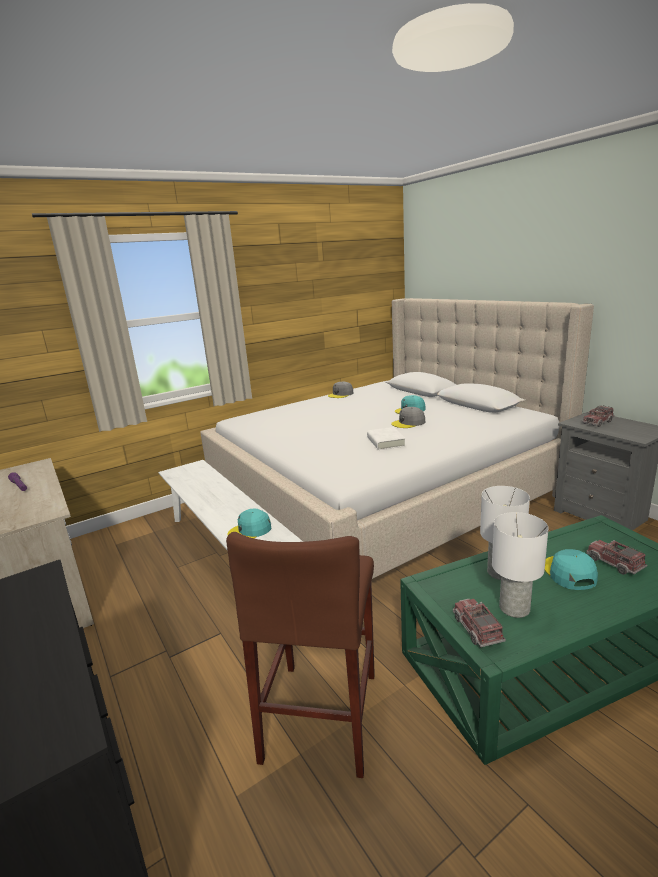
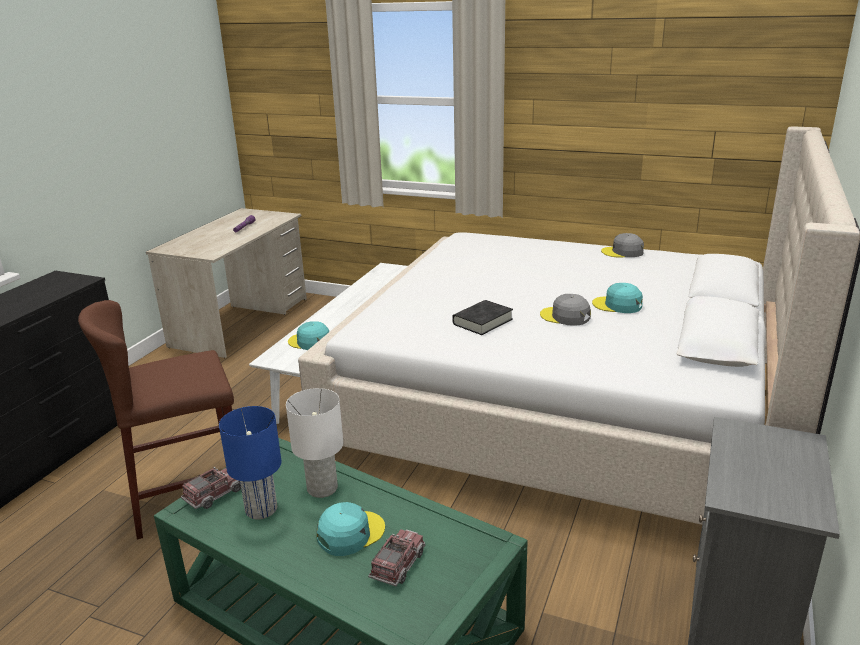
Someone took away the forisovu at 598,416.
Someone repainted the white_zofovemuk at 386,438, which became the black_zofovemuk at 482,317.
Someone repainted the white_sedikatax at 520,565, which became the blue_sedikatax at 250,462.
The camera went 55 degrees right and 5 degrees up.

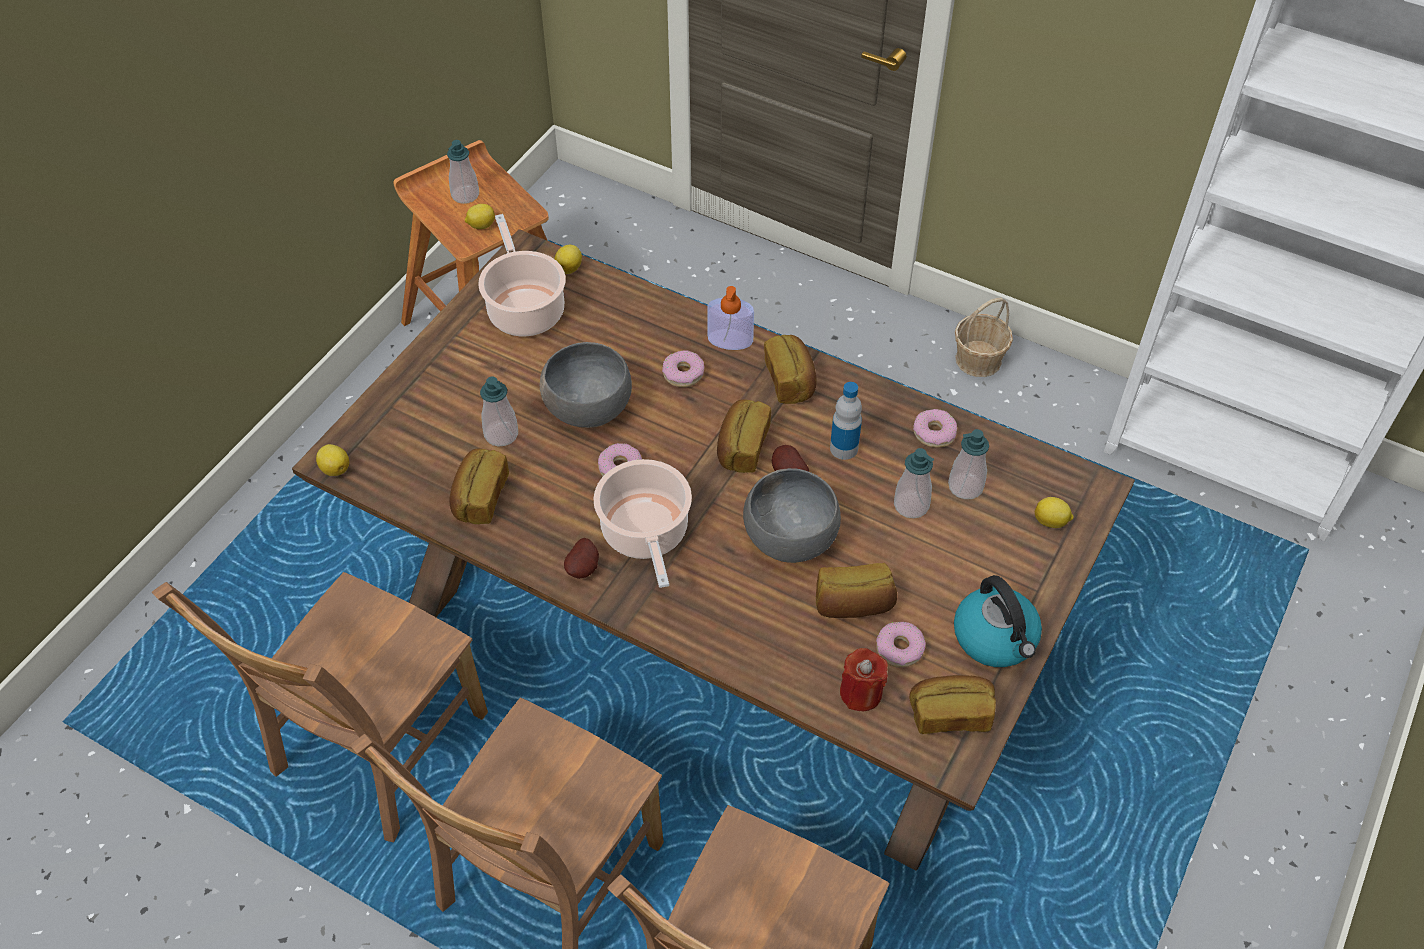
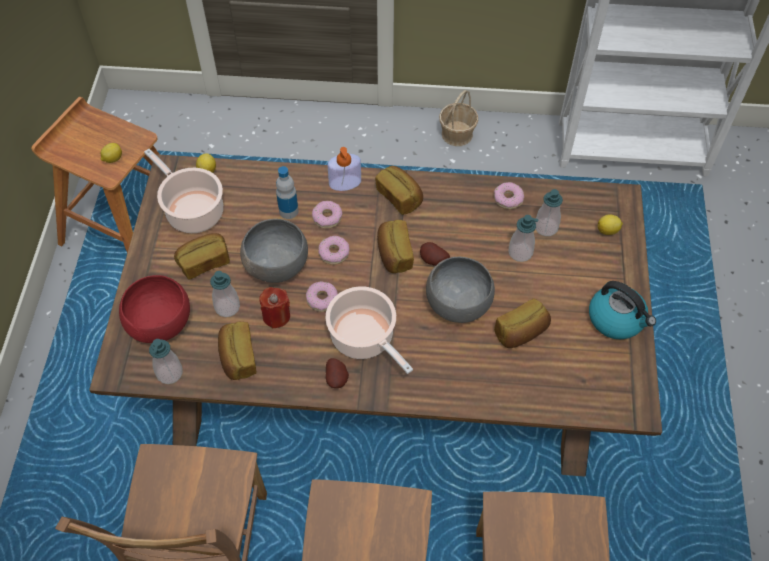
Someone took away the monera at 332,460.
Someone put down the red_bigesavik at 154,309.
Someone carried the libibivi from 463,172 to 166,361.
Someone carried the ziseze from 846,421 to 287,192.
Someone carried the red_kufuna from 864,679 to 274,308.
Someone carried the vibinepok from 901,645 to 333,250.
Someone carried the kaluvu from 952,704 to 202,256.
The camera went 25 degrees left and 5 degrees up.

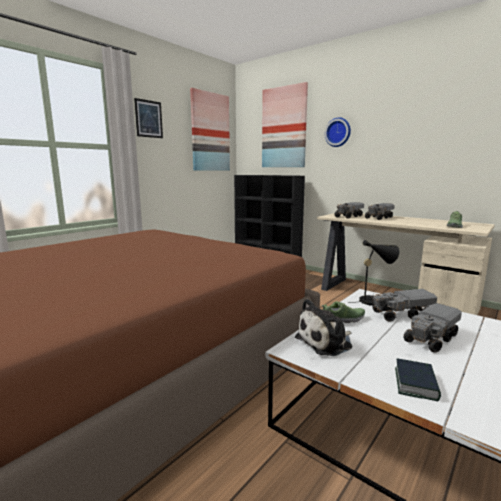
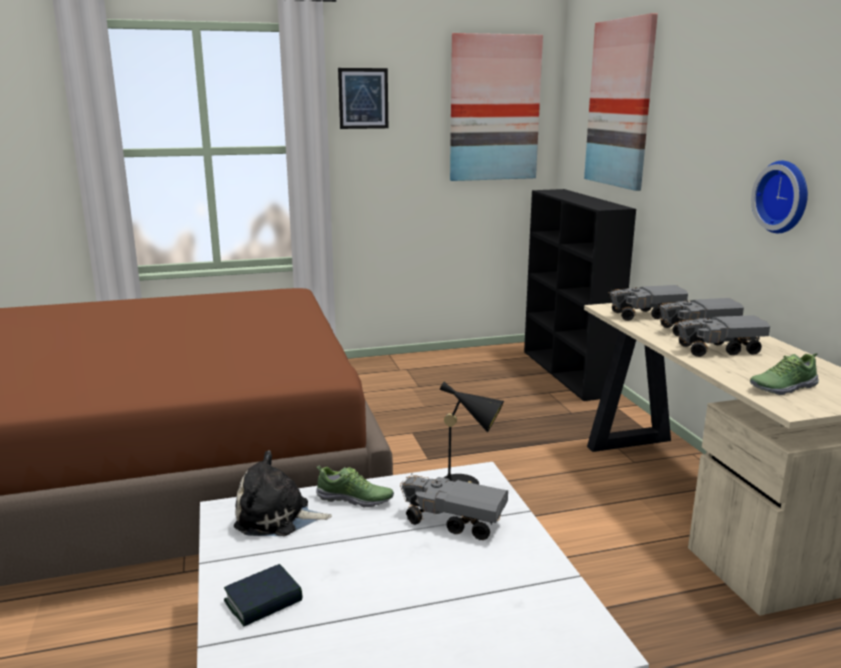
Someone carried the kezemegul from 338,132 to 779,197.
Someone carried the forisovu from 432,328 to 723,336.
The camera went 35 degrees right and 5 degrees up.

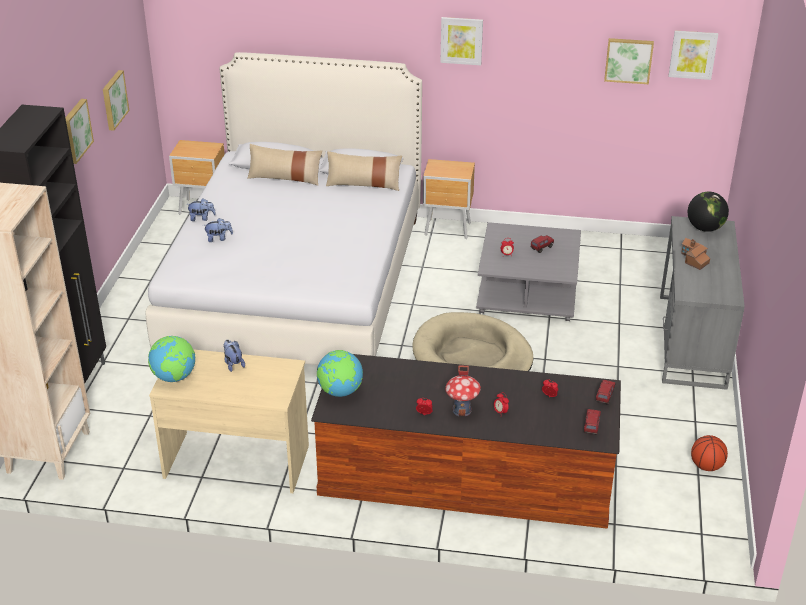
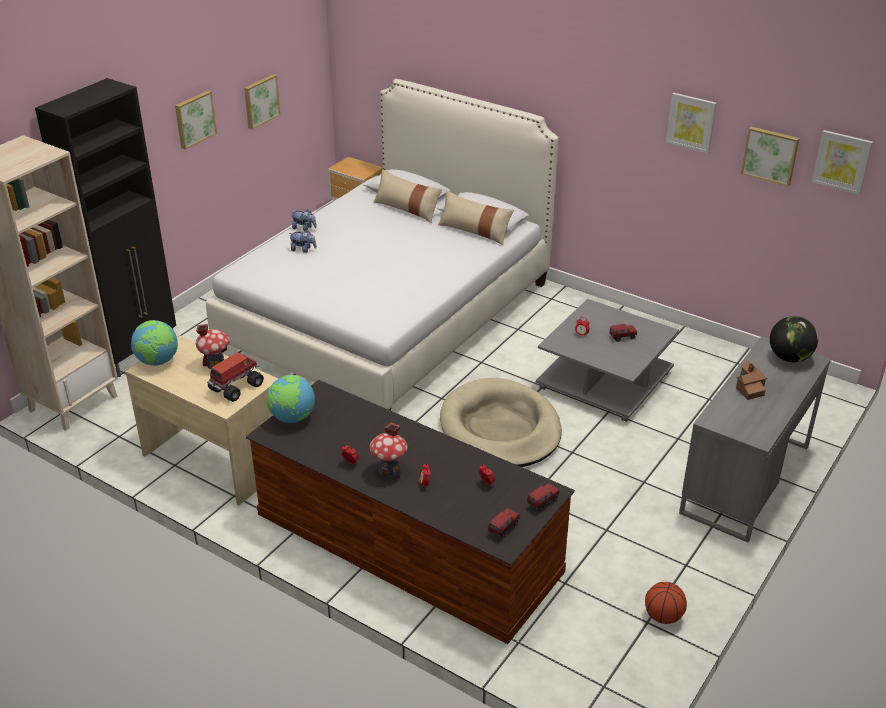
Someone took away the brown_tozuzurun at 449,199.
Someone put down the forisovu at 235,377.
Someone carried the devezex from 461,41 to 691,123.
Someone swapped the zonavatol at 234,356 for the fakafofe at 213,346.
The camera went 25 degrees right and 0 degrees up.

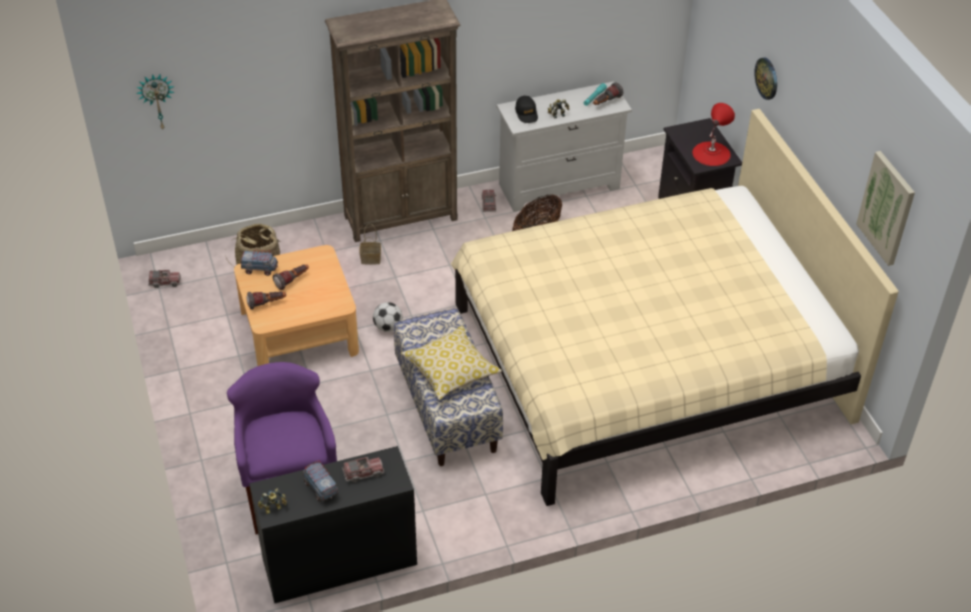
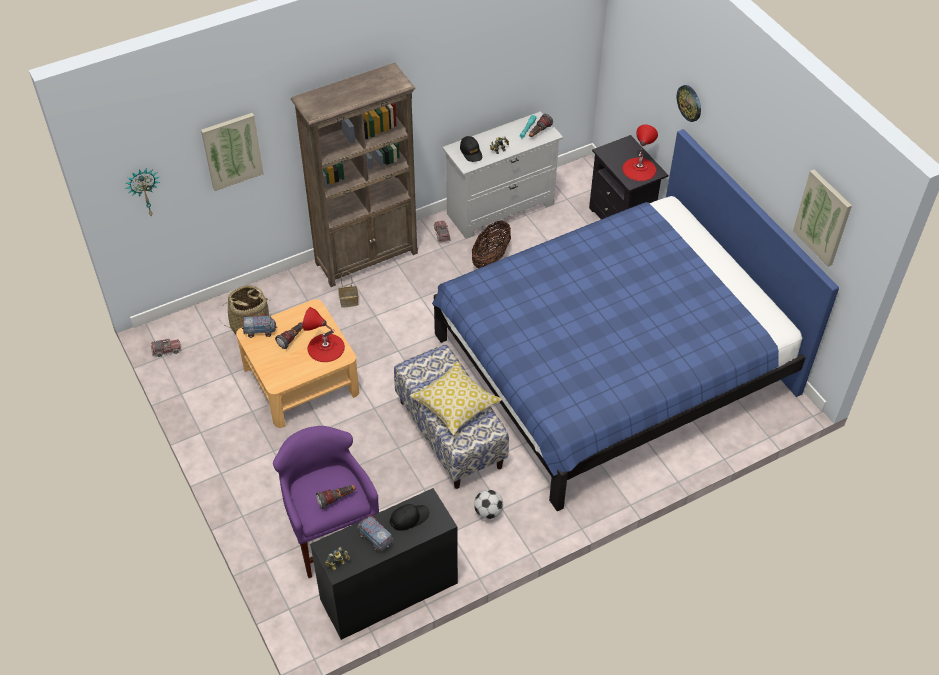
Someone put up the devezex at 232,152.
Someone put down the red_sedikatax at 324,334.
Someone carried the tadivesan from 266,300 to 336,497.
Someone carried the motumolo from 388,317 to 488,504.
Someone swapped the forisovu at 363,470 for the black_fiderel at 409,517.
Someone repainted the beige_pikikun at 675,307, which became the blue_pikikun at 635,320.
The camera went 10 degrees left and 5 degrees up.

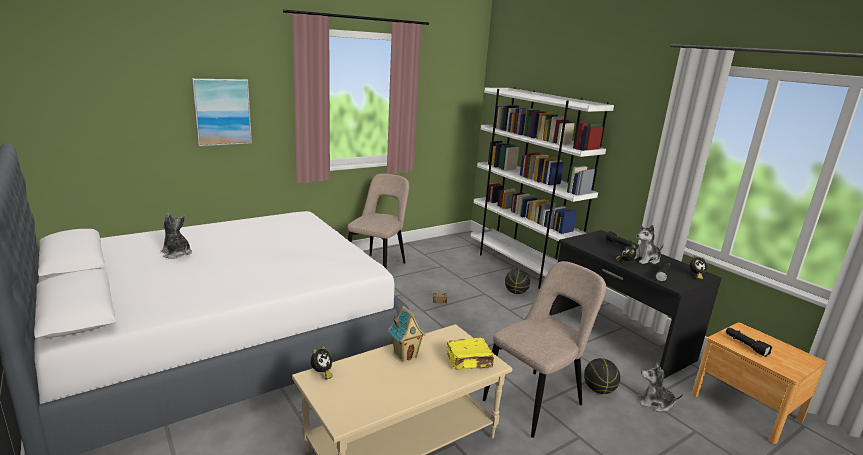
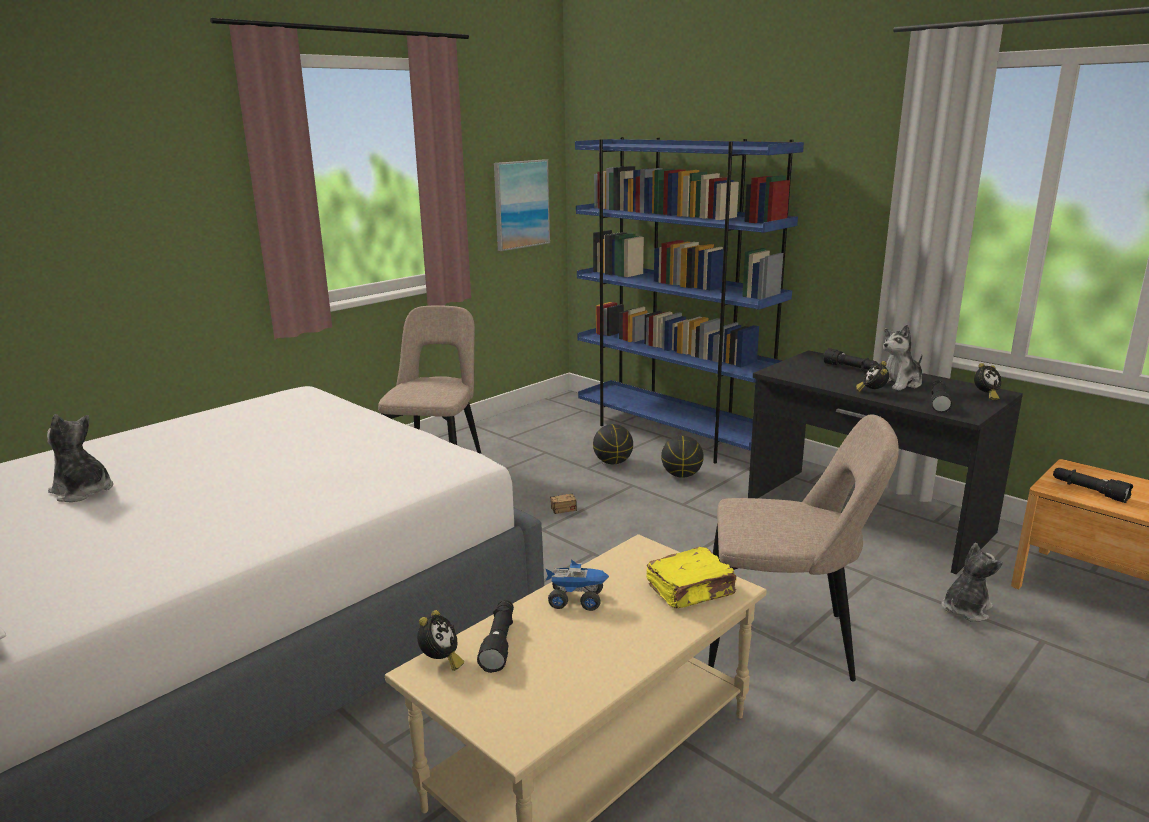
Someone put down the black_tadivesan at 495,636.
Someone carried the devezex from 222,112 to 522,205.
Someone carried the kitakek from 602,376 to 613,444.
Someone swapped the fakafofe at 406,334 for the forisovu at 577,585.
Someone repainted the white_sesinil at 542,188, which became the blue_sesinil at 689,300.
Someone rotated the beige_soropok at 544,349 by 60 degrees clockwise.
Someone rotated the zonavatol at 660,387 by 135 degrees clockwise.
The camera went 10 degrees left and 0 degrees up.

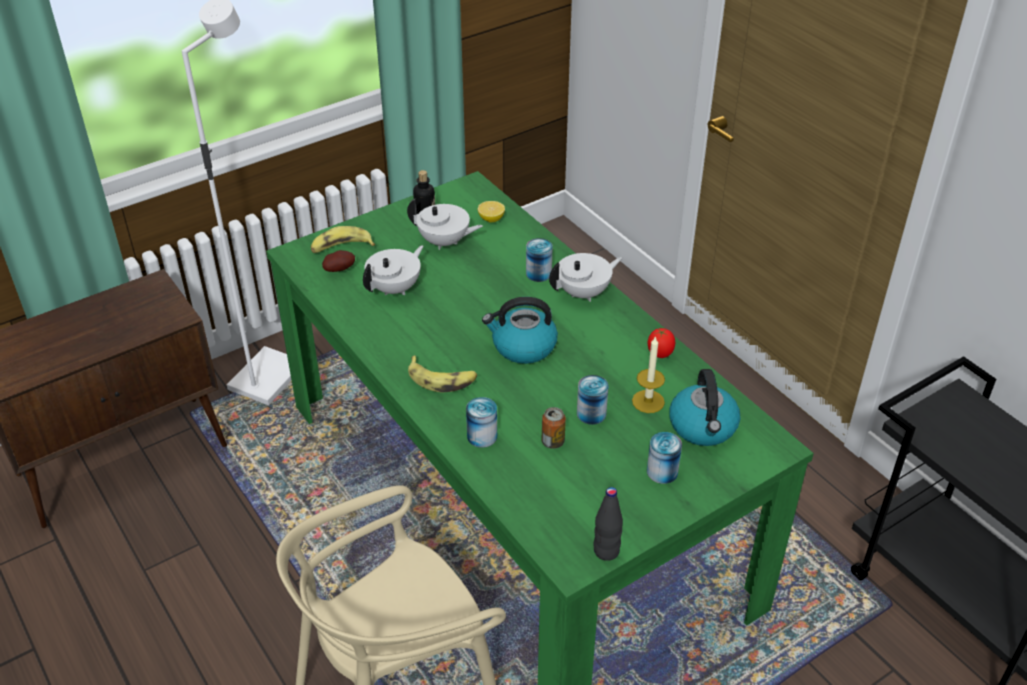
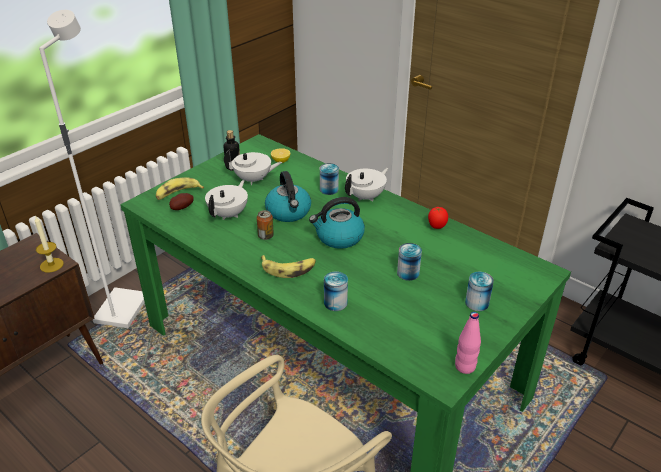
Someone carried the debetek from 553,428 to 265,225.
Someone carried the kufuna from 648,374 to 49,244.
Someone carried the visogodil from 704,407 to 288,196.
Someone repainted the black_ziseze at 608,524, which became the pink_ziseze at 468,343.
The camera went 15 degrees left and 5 degrees down.

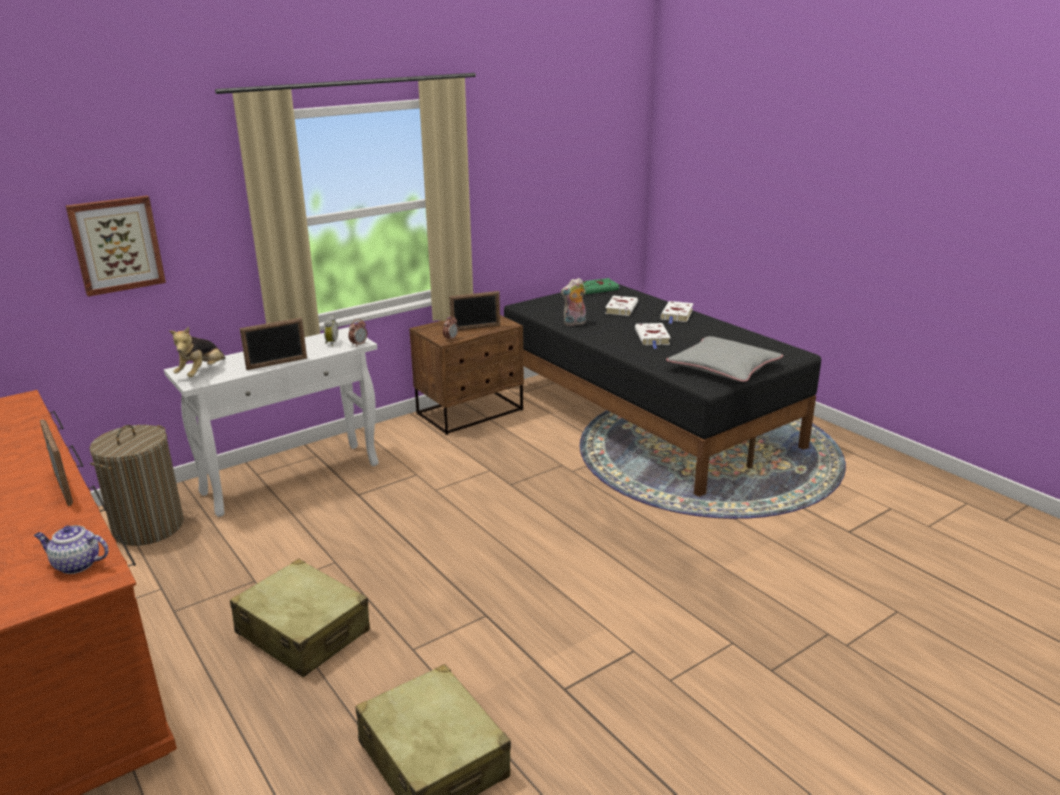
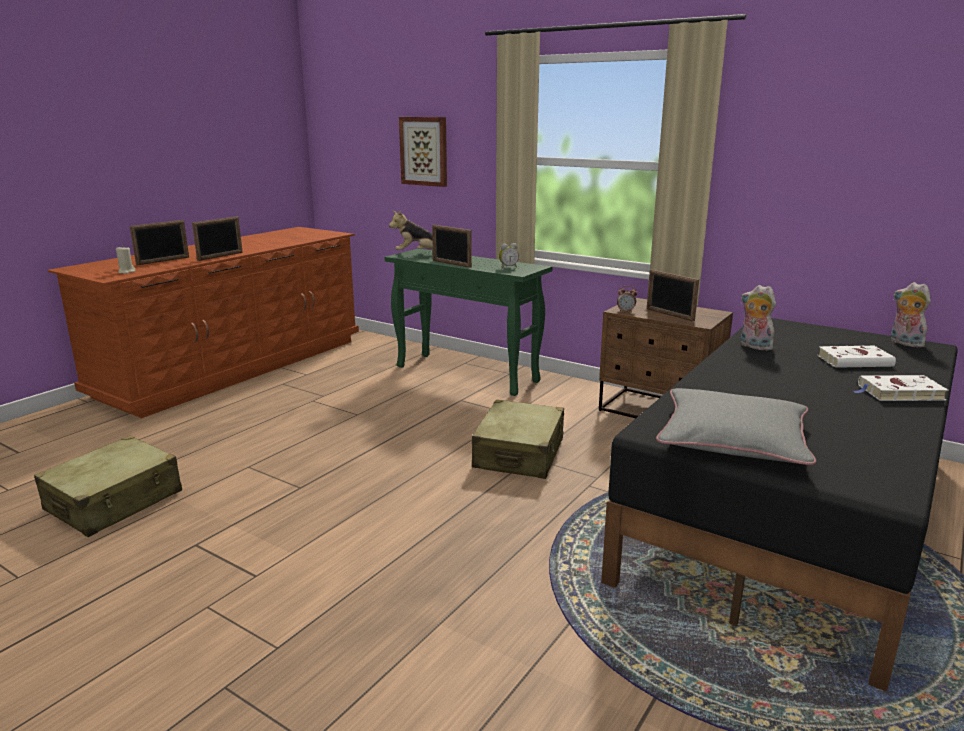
Someone took away the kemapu at 136,485.
Someone took away the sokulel at 357,333.
Someone took away the white_zofovemuk at 653,336.
Someone put down the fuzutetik at 159,242.
Someone carried the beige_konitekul from 300,618 to 518,439.
Someone swapped the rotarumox at 71,549 for the beige_kufuna at 126,260.
Someone swapped the green_zofovemuk at 602,286 for the zonavatol at 911,314.
Someone repainted the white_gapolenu at 271,422, which became the green_gapolenu at 468,322.
The camera went 70 degrees right and 5 degrees down.

